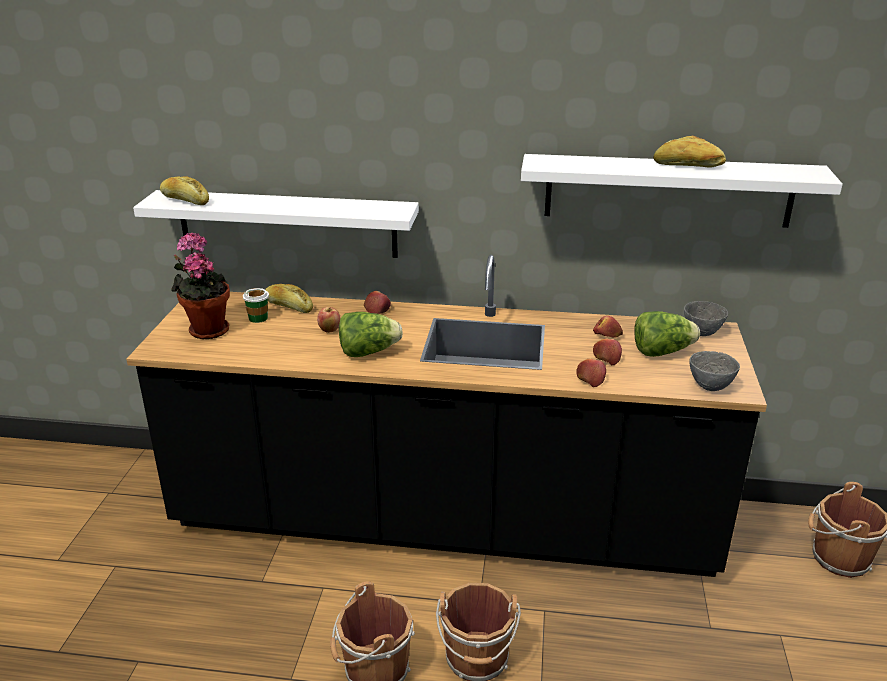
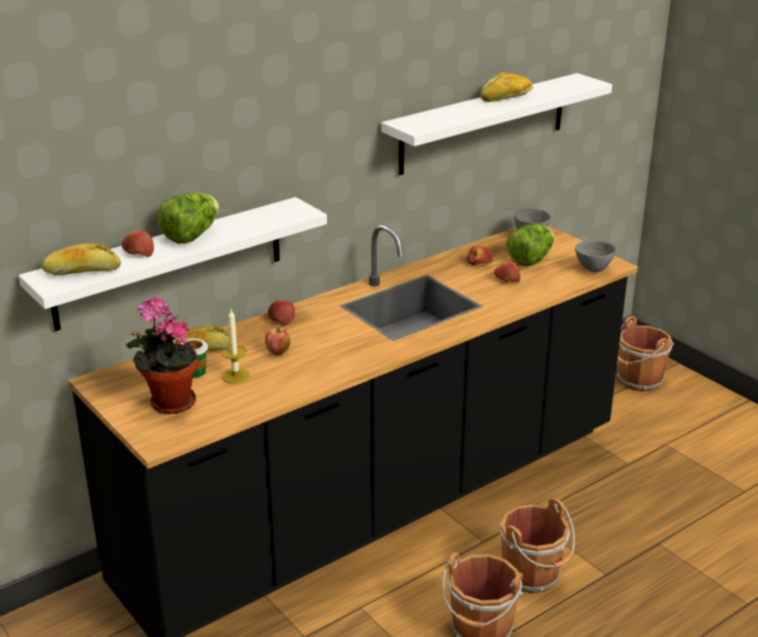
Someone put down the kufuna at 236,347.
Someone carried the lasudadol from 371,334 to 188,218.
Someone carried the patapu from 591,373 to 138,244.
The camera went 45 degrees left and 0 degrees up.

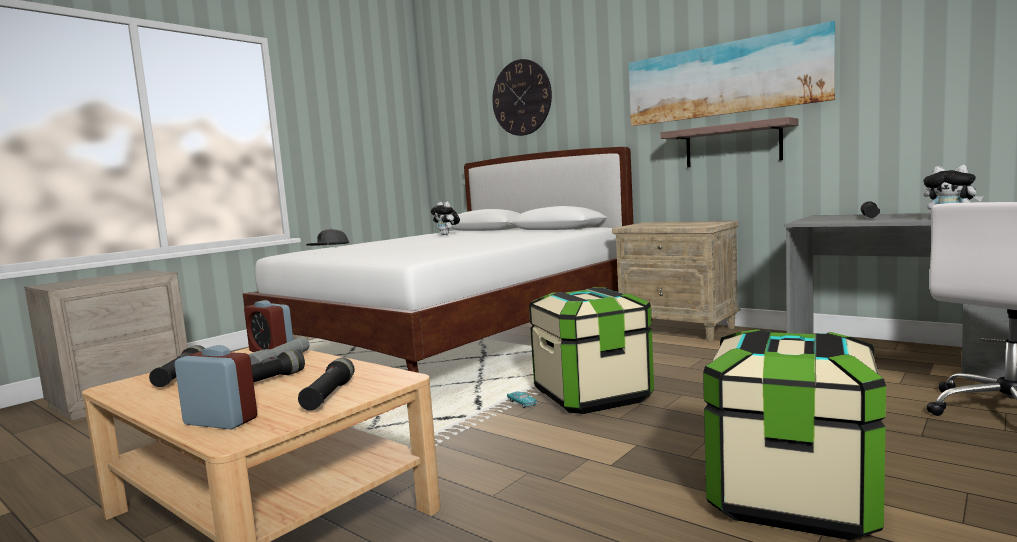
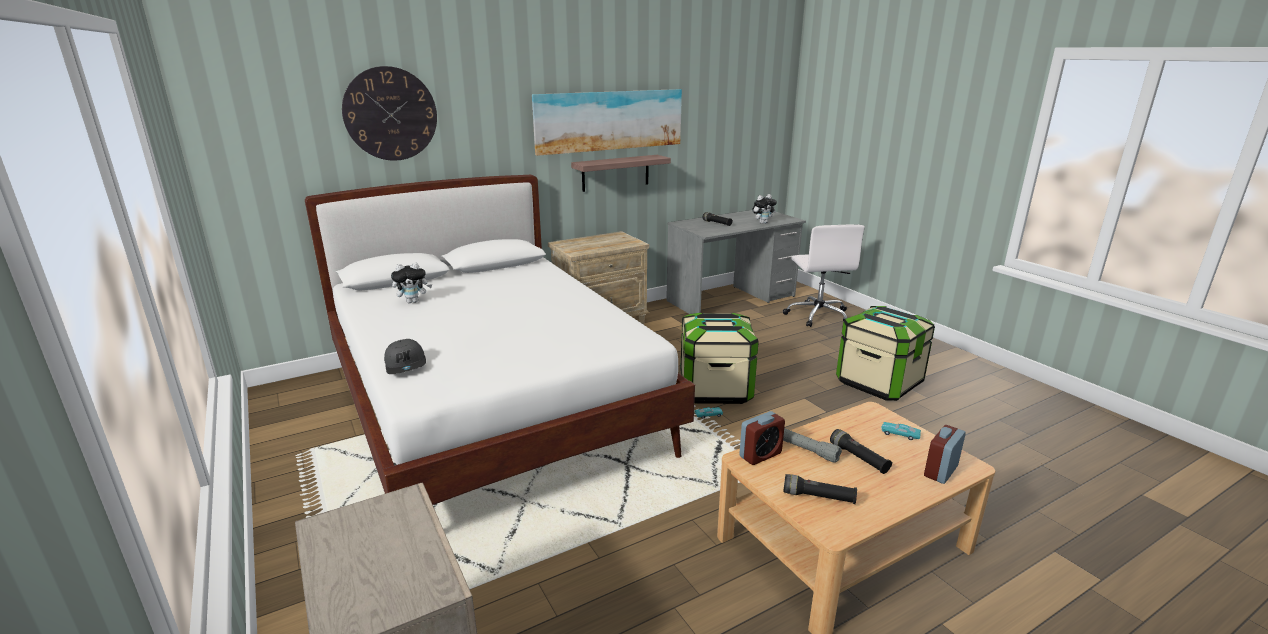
Someone swapped the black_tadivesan at 326,384 for the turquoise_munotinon at 901,431.
The camera went 70 degrees left and 15 degrees up.

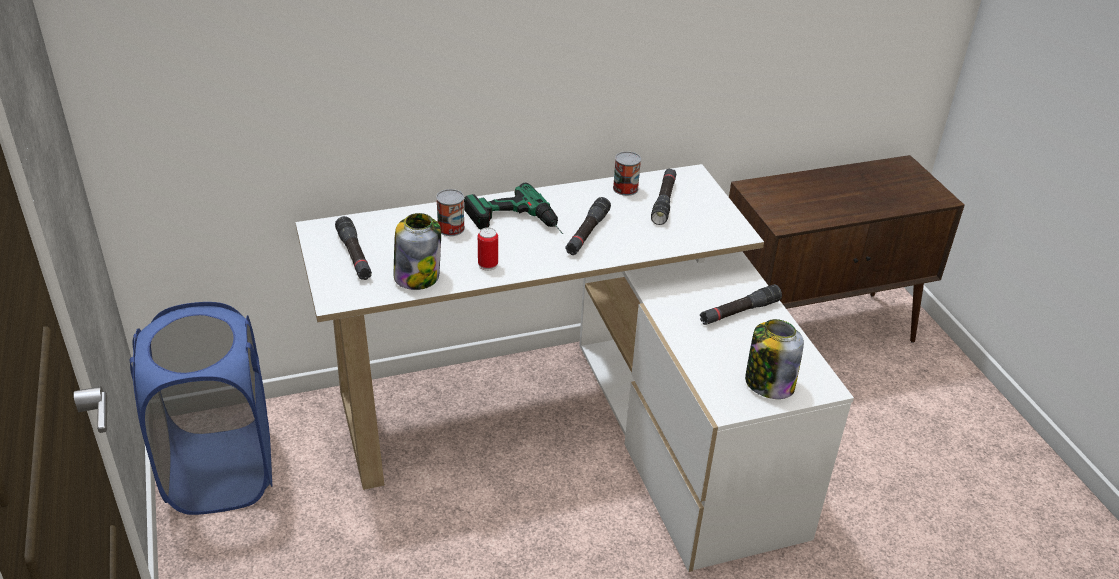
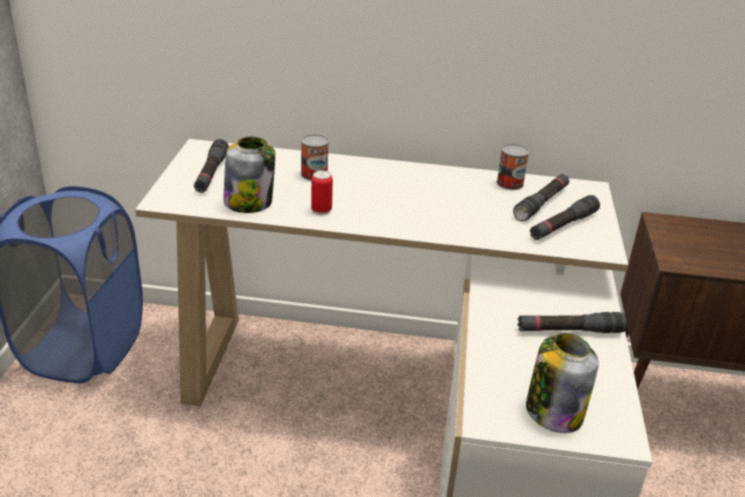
Someone took away the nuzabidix at 513,208.
Someone carried the black_tadivesan from 588,226 to 565,217.
The camera went 25 degrees right and 5 degrees down.

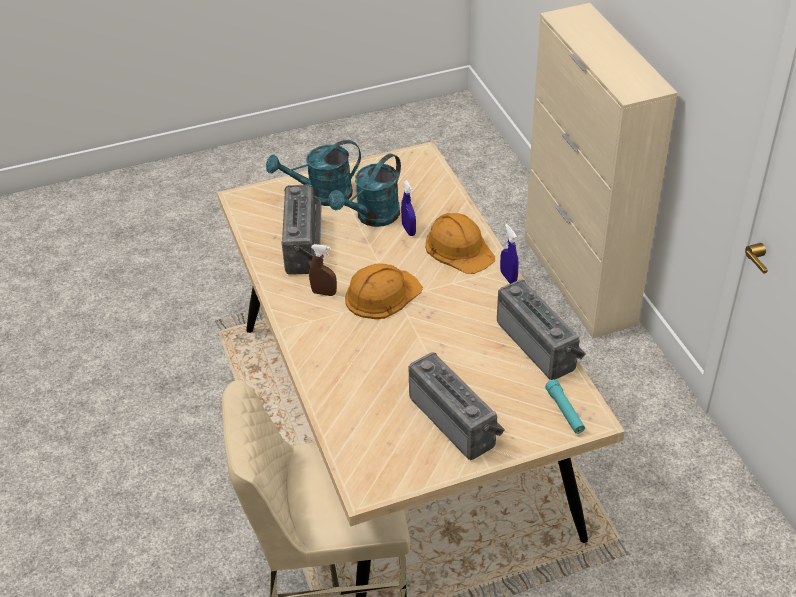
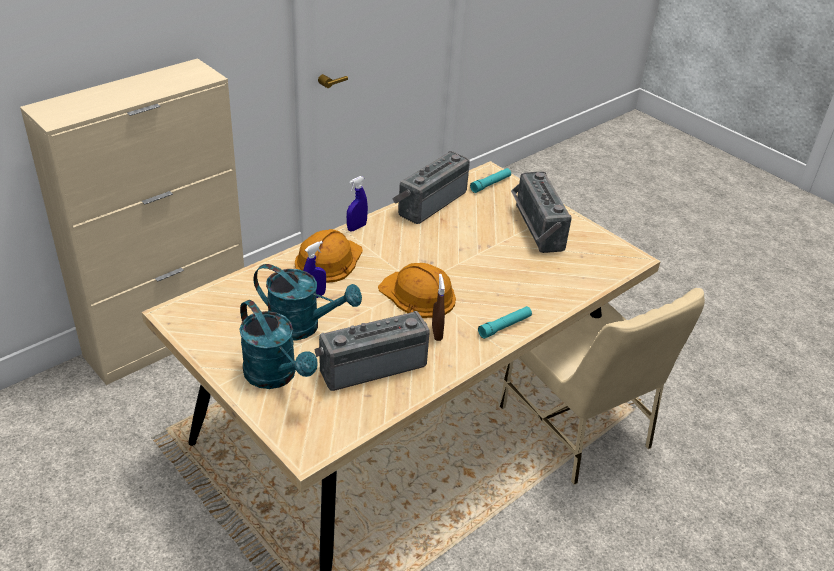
Someone put down the turquoise_tadivesan at 505,322.
Someone rotated the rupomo at 457,406 by 45 degrees counterclockwise.
The camera went 115 degrees left and 5 degrees down.

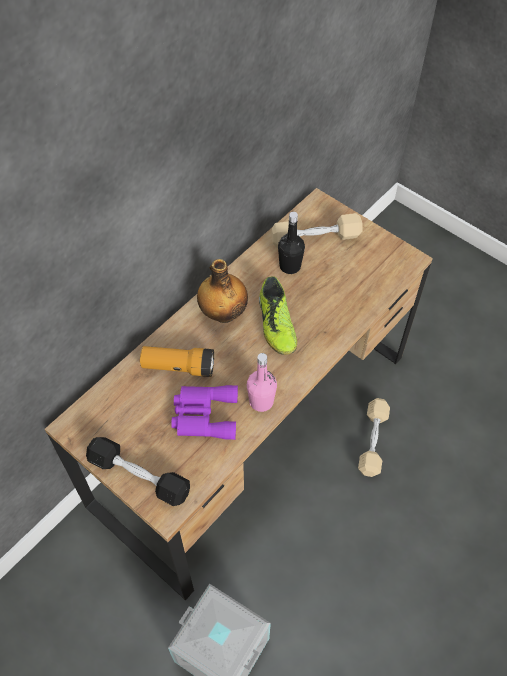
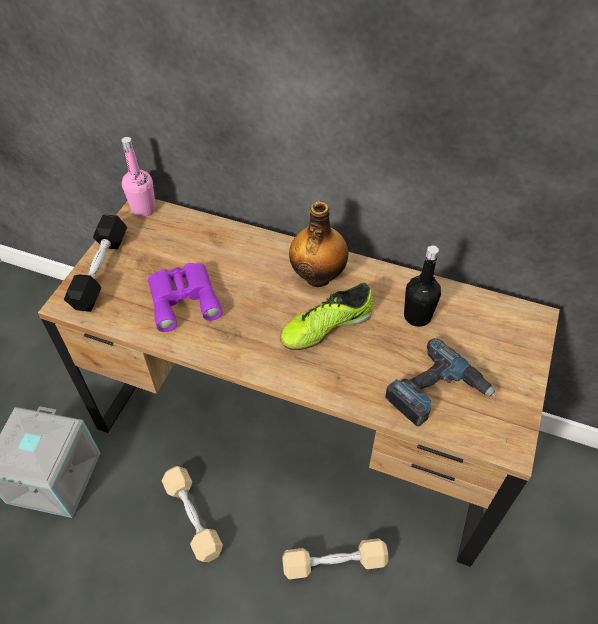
Someone took away the tadivesan at 177,361.
Someone put down the nuzabidix at 440,382.
Someone carried the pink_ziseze from 262,382 to 138,177.
Someone carried the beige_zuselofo from 317,230 to 192,514.
The camera went 70 degrees right and 5 degrees down.

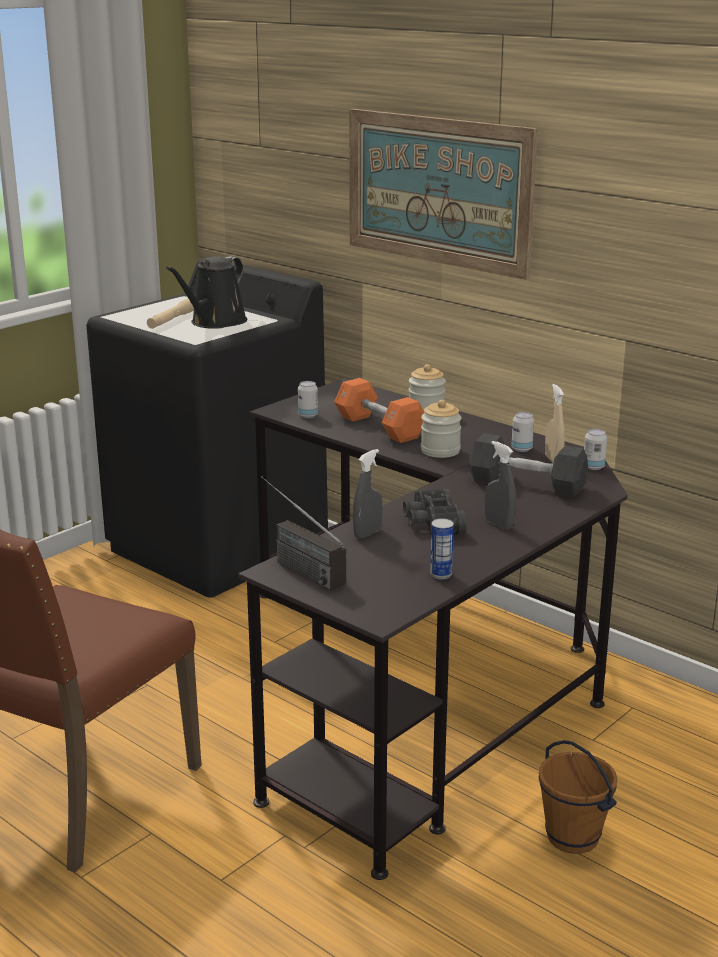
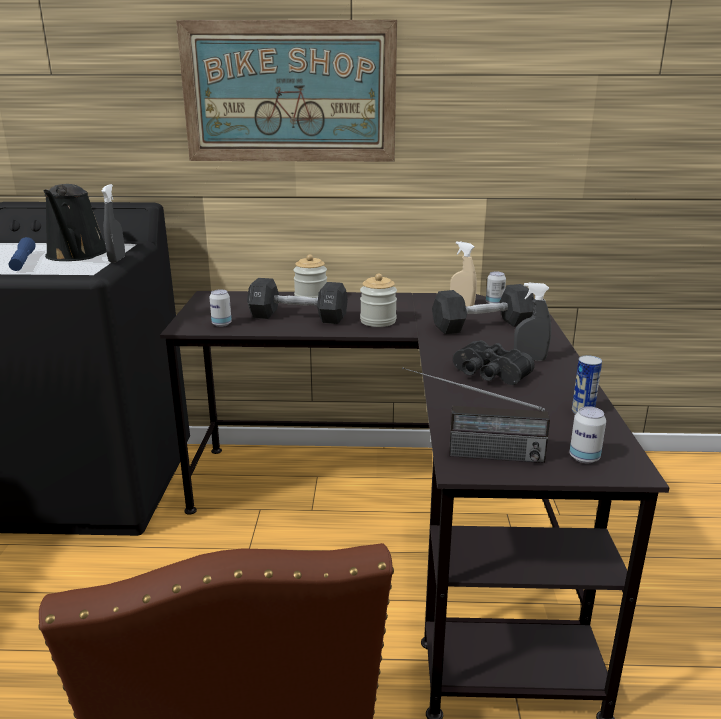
Someone took away the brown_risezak at 578,797.
Someone carried the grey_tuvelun from 368,494 to 113,223.
Someone carried the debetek from 522,432 to 588,435.
Someone repainted the beige_tadivesan at 170,313, which became the blue_tadivesan at 22,254.
Someone repainted the orange_zuselofo at 379,410, which became the black_zuselofo at 297,301.
The camera went 40 degrees left and 0 degrees up.

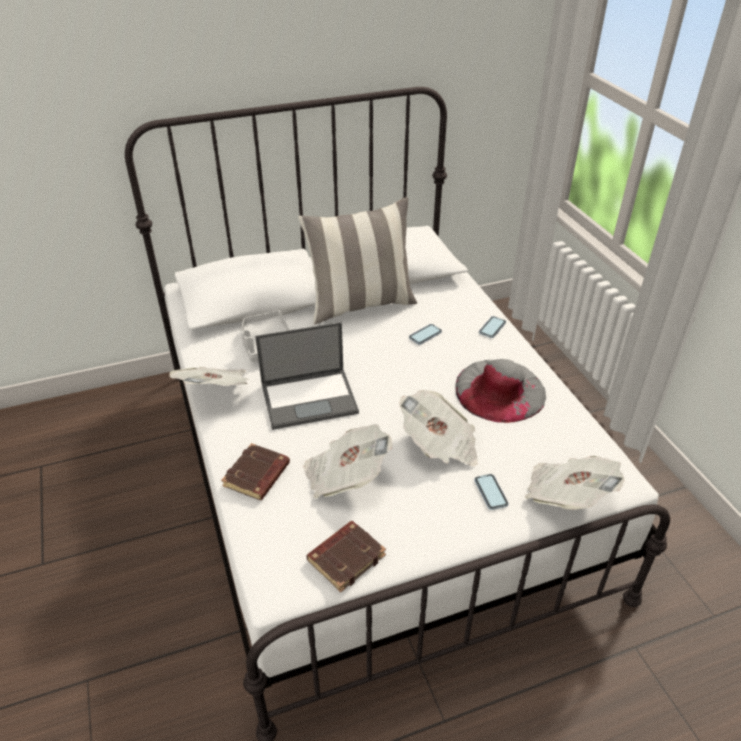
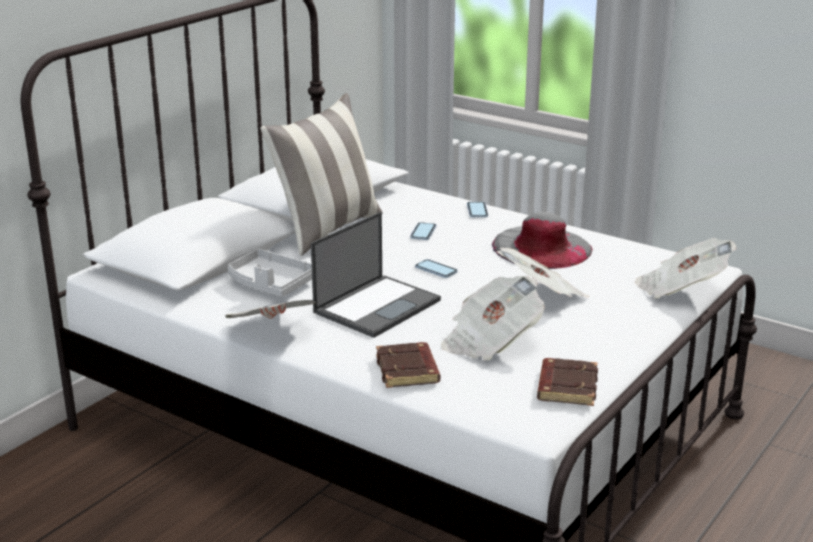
Someone carried the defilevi from 491,492 to 436,268.
The camera went 35 degrees left and 15 degrees down.

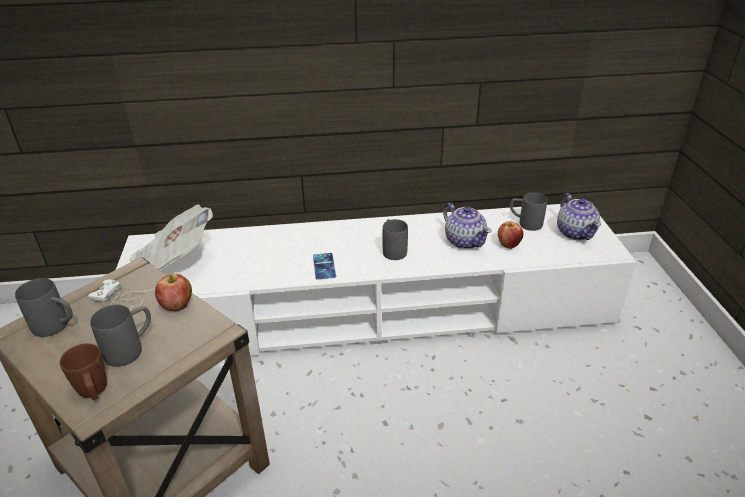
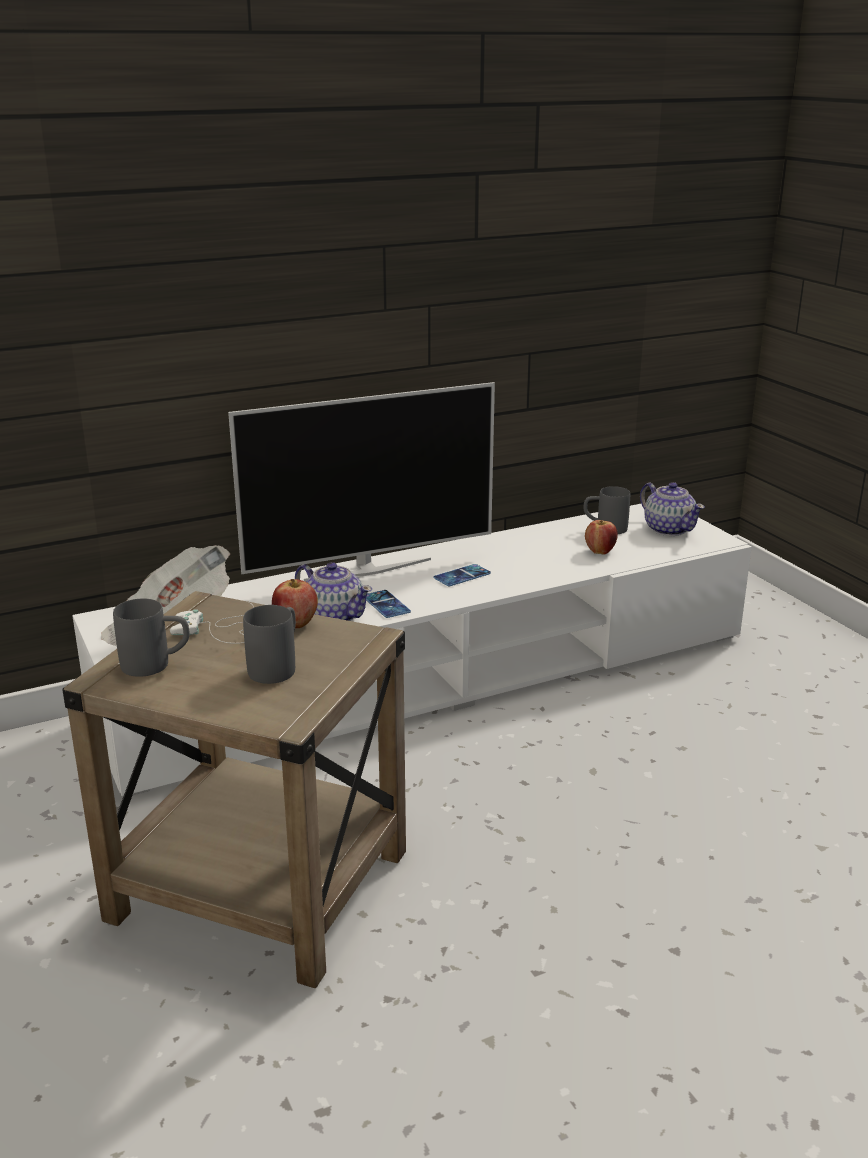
Someone took away the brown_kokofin at 83,371.
Someone put down the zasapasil at 361,481.
Someone carried the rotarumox from 467,226 to 333,591.
Someone swapped the grey_kokofin at 395,239 for the defilevi at 462,575.
The camera went 20 degrees left and 10 degrees down.

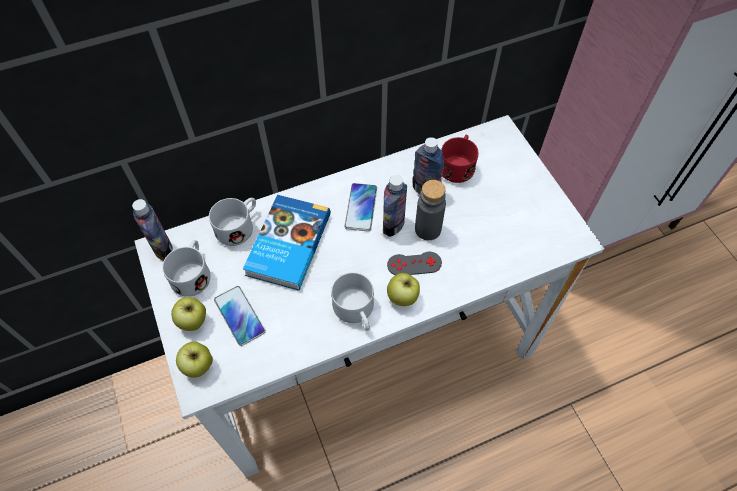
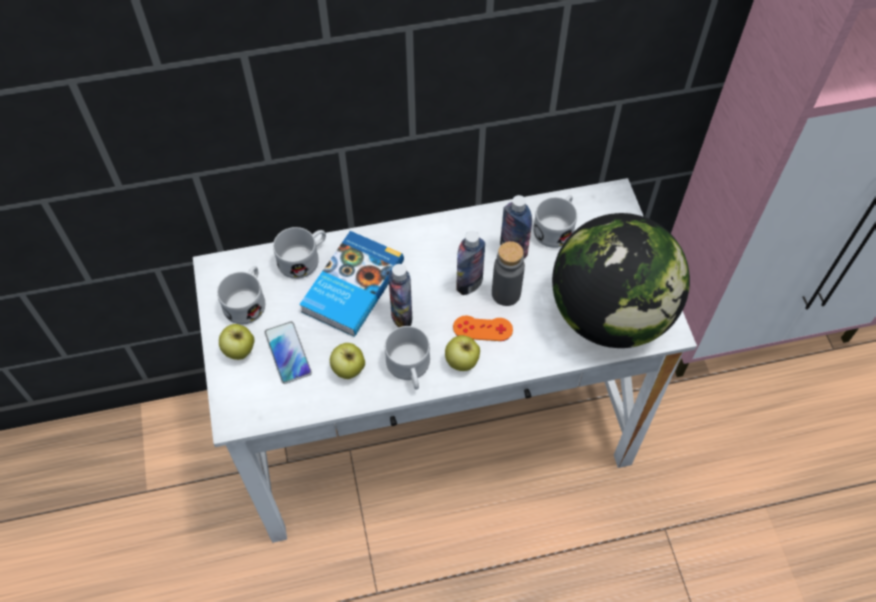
Someone took away the defilevi at 360,207.
Someone put down the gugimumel at 621,280.
Someone carried the ziseze from 152,230 to 400,295.
Someone carried the patapu from 194,360 to 347,361.
Someone repainted the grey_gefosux at 414,263, which became the orange_gefosux at 483,328.
Someone repainted the red_kokofin at 459,159, which became the white_kokofin at 555,221.
The camera went 10 degrees right and 0 degrees up.

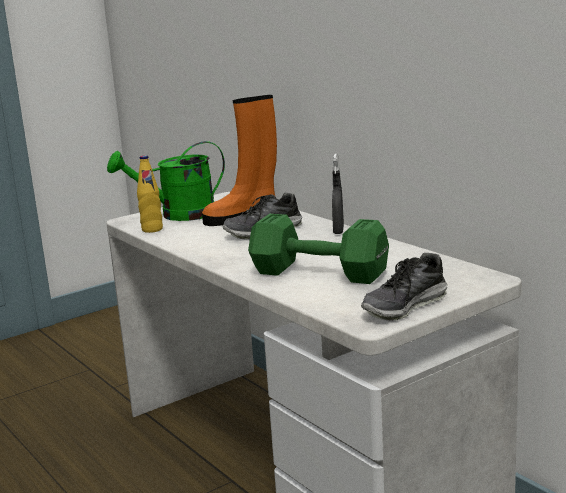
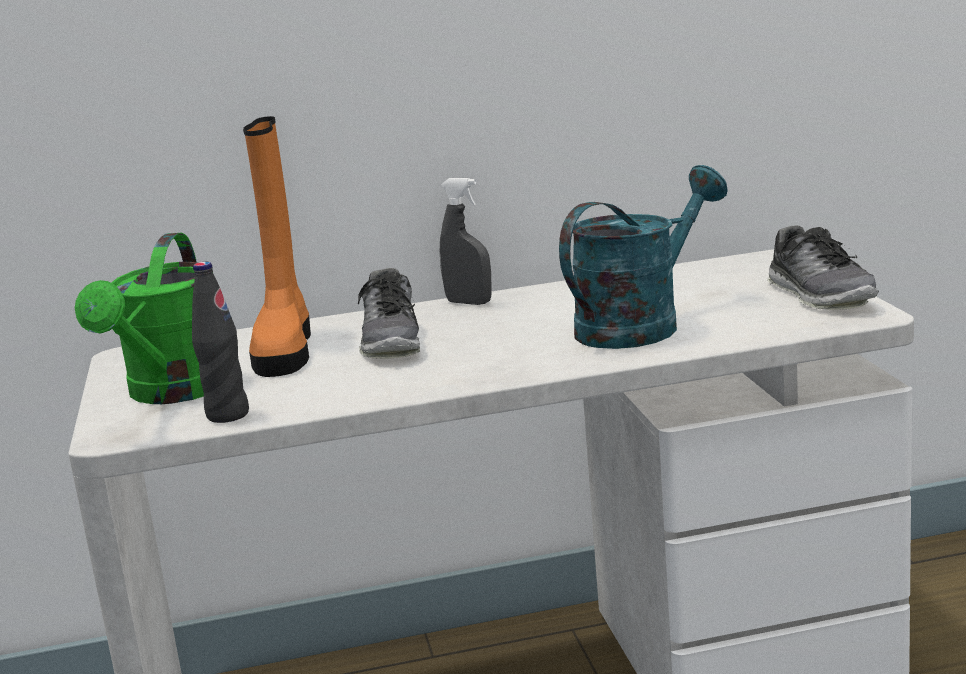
Someone swapped the green_zuselofo at 318,249 for the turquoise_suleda at 643,257.
Someone repainted the yellow_ziseze at 150,194, which became the black_ziseze at 220,342.
The camera went 65 degrees left and 0 degrees up.

